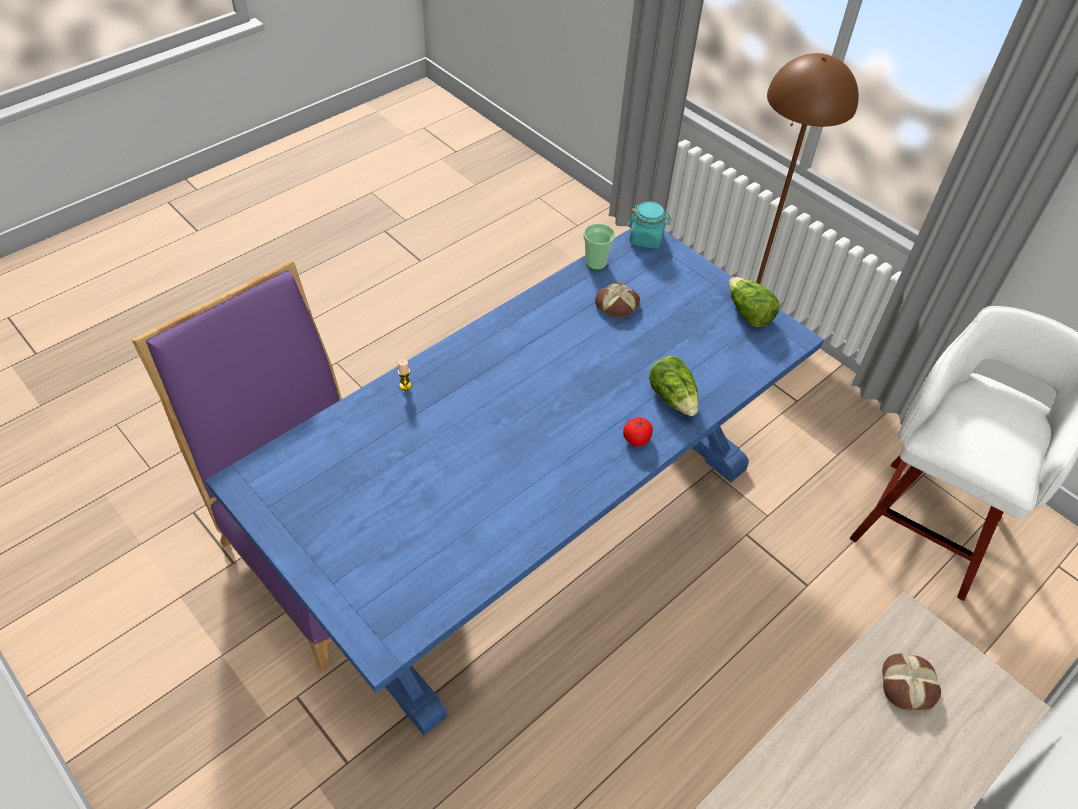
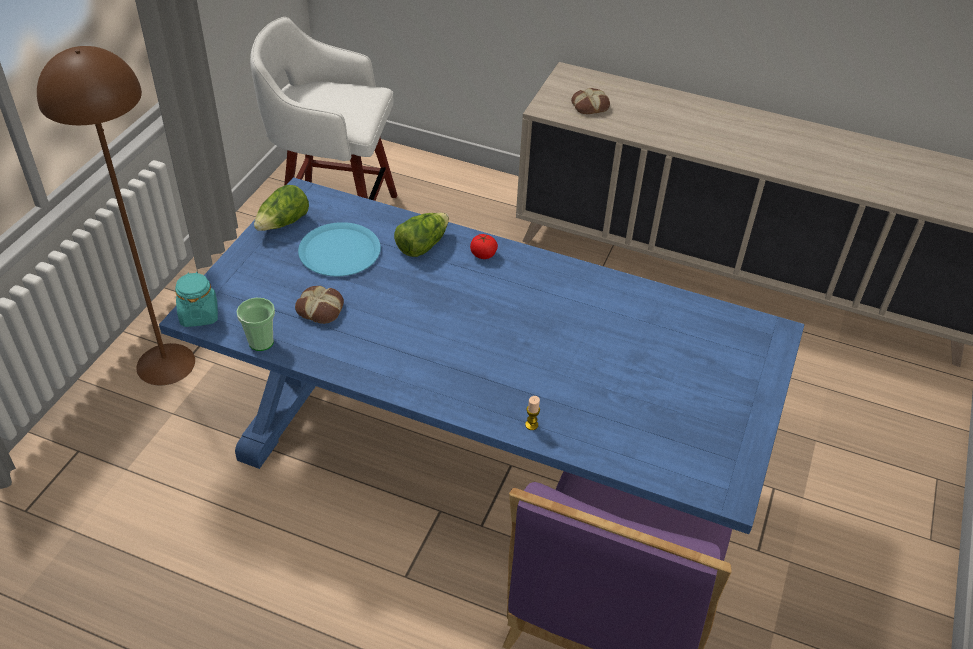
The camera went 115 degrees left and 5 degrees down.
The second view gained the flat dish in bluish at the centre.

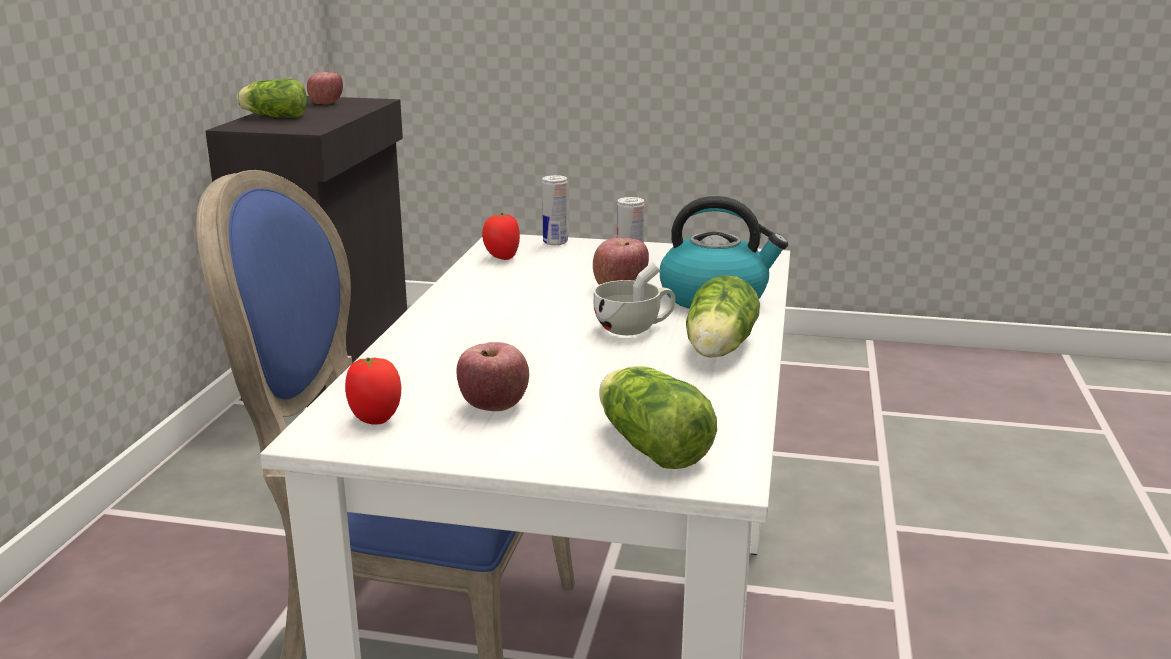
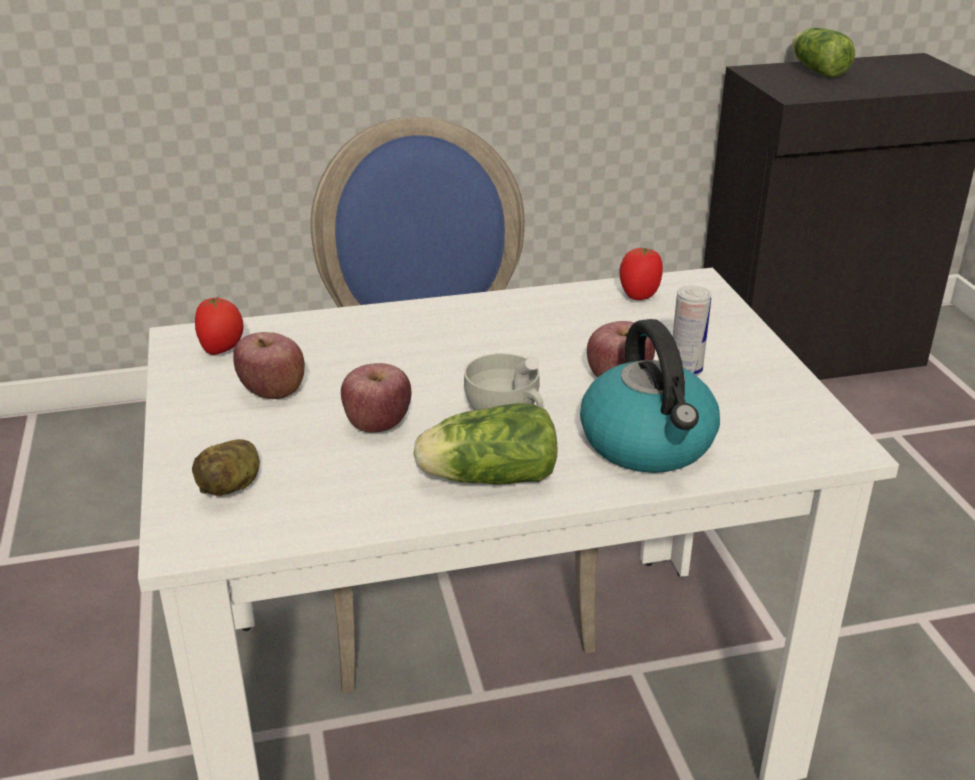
The camera went 65 degrees right and 10 degrees up.
The apple (1st from left in the first image) ended up elsewhere, having gone from the top left to the centre.
The second view lost the metal can (1st from left) at the top centre.
Where the lettuce head (2nd from left) stood at the centre, the spud came to stand at the middle left.

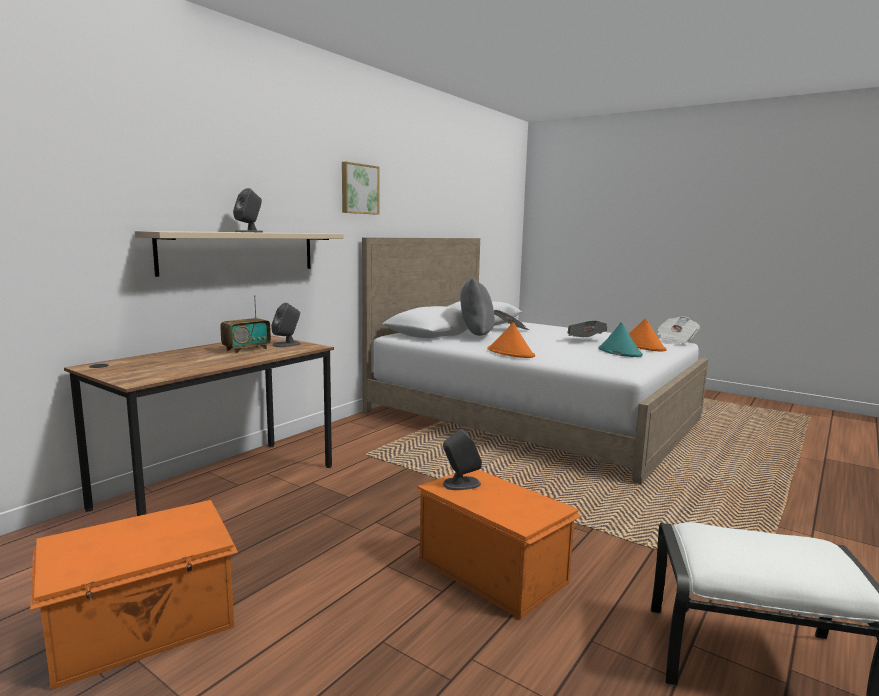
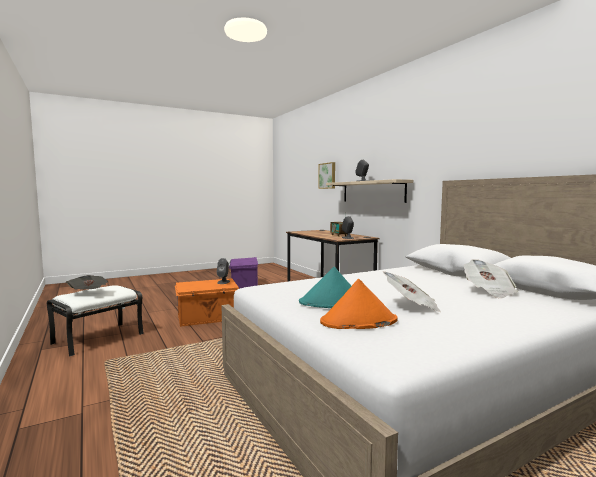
The camera went 115 degrees right and 5 degrees down.
The picture ended up elsewhere, having gone from the top centre to the centre.
The second view lost the cushion in gray at the centre.
The daily paper (3rd from left in the first image) ended up elsewhere, having gone from the middle right to the middle left.
The second view lost the wearable hat in orange-coloured (1st from left) at the centre.
What was the storage bin in orange-coloured (1st from left) at the bottom left turned into the storage bin in purplish at the centre.

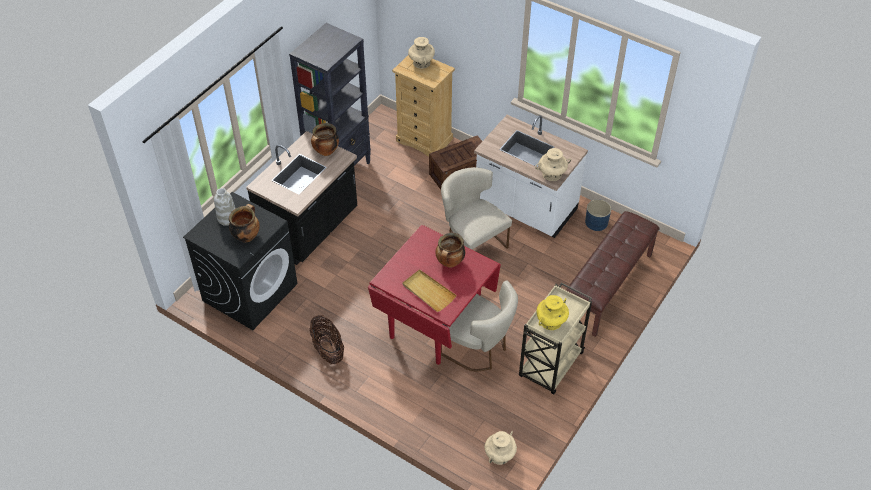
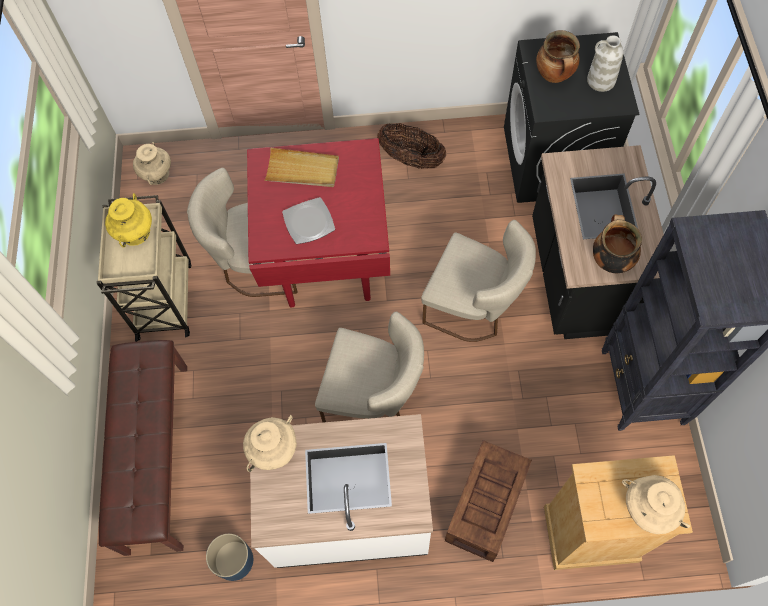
The camera went 145 degrees right and 15 degrees up.
Where the cooking pot (3rd from left) stood at the centre, the flat dish came to stand at the centre.
The second view gained the upright chair in sand-coloured (3rd from left) at the centre.

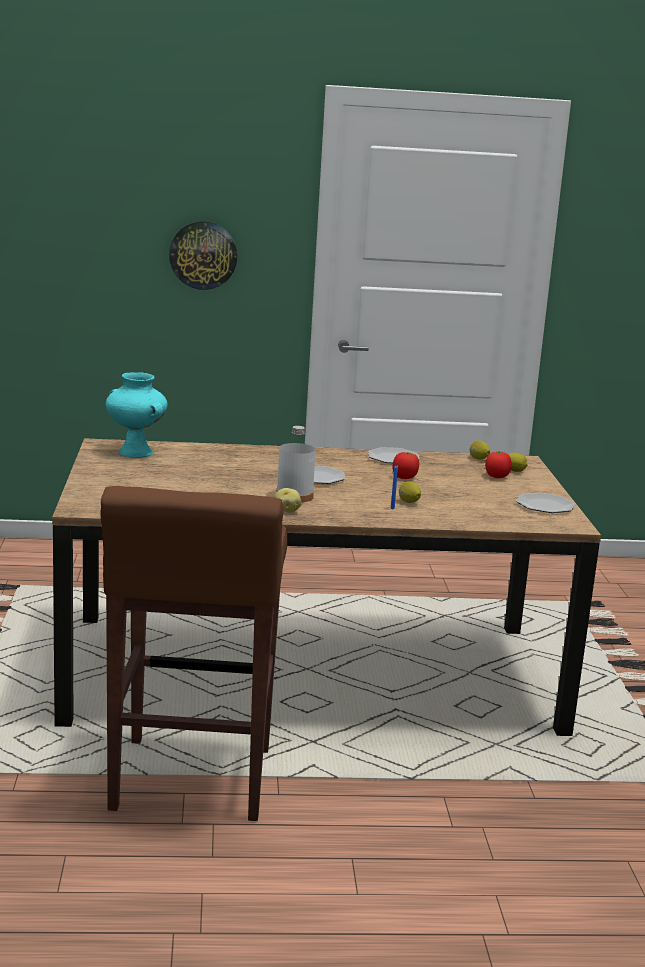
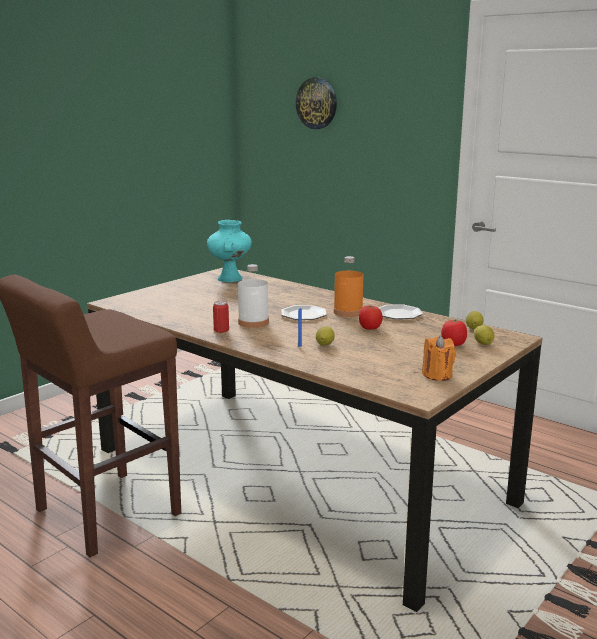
The camera went 45 degrees right and 0 degrees up.
The clock on the wall ended up elsewhere, having gone from the top left to the top centre.
Where the spud stood at the centre, the metal can came to stand at the centre.
Where the flat dish (3rd from left) stood at the middle right, the candle in orange-coloured came to stand at the middle right.
The second view gained the beverage bottle in orange-coloured at the centre.

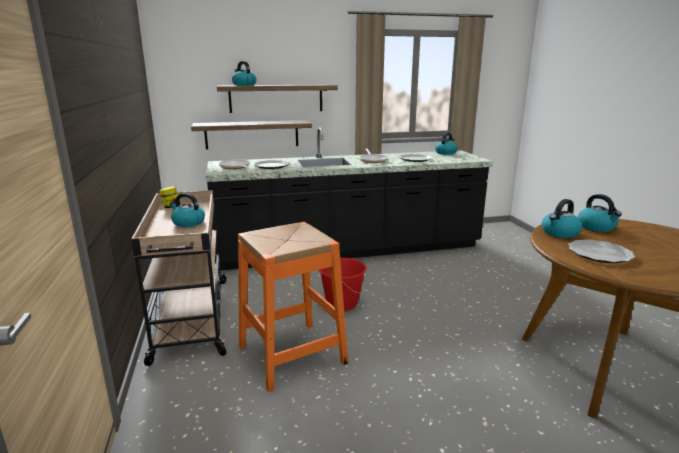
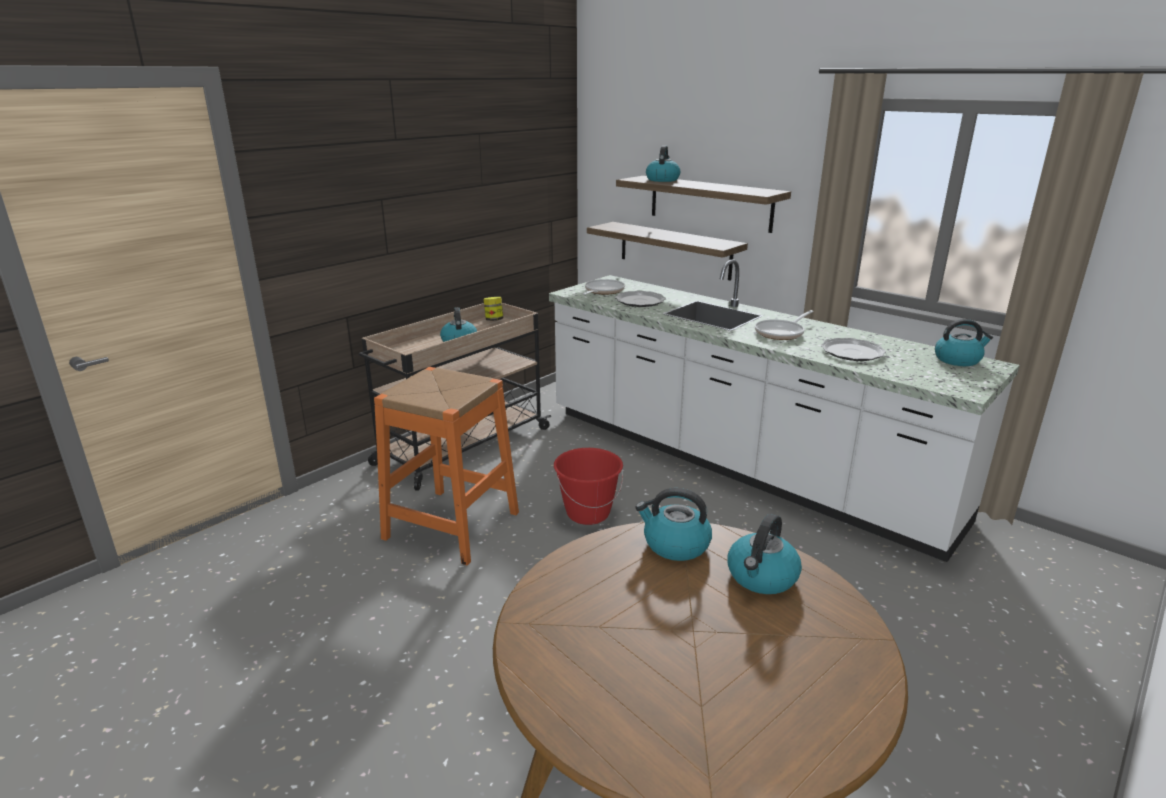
The camera went 55 degrees right and 5 degrees up.
What was the counter in black at the centre turned into the counter in whitish at the middle right.
The second view lost the flat dish (3rd from left) at the middle right.

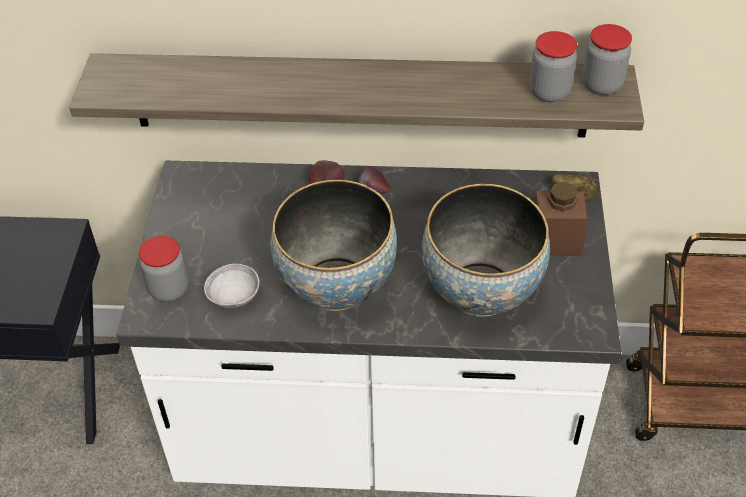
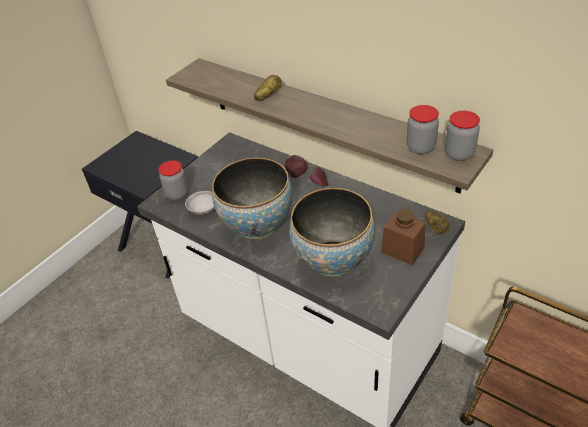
The camera went 35 degrees right and 5 degrees down.
The second view gained the spud (1st from left) at the top centre.

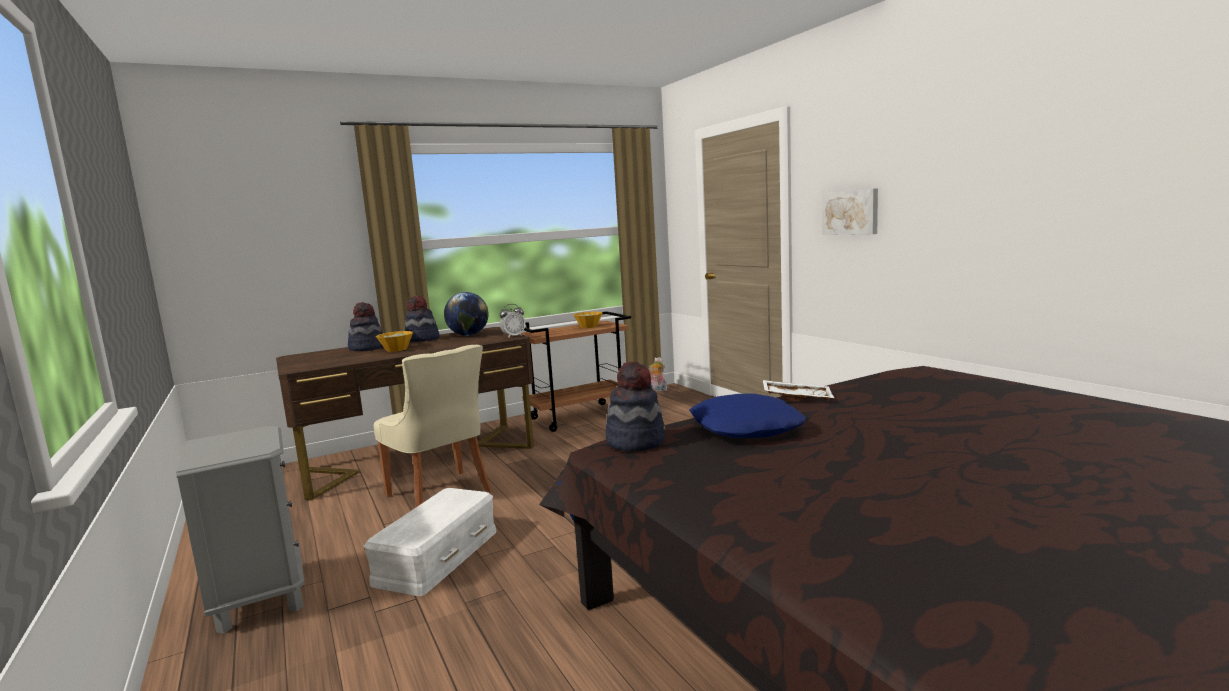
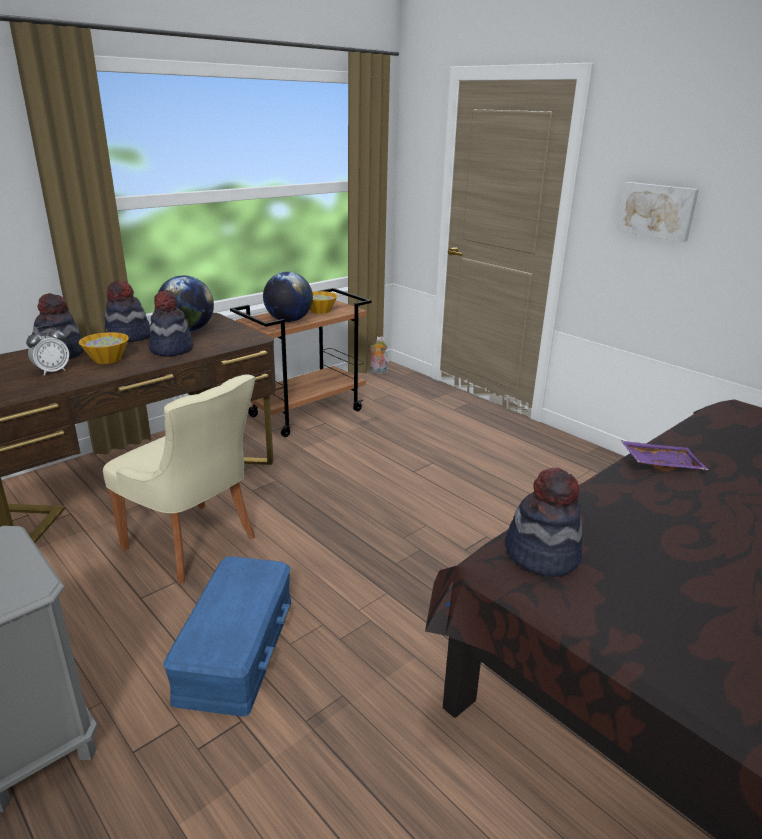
The camera went 15 degrees left and 15 degrees up.
The bedside clock ended up elsewhere, having gone from the centre to the middle left.
What was the carrying tray in whitish at the centre turned into the carrying tray in purplish at the middle right.
The second view lost the cushion in bluish at the centre.
What was the storage bin in whitish at the bottom centre turned into the storage bin in bluish at the bottom left.
The second view gained the globe (2nd from left) at the centre.
The second view gained the wearable hat (3rd from left) at the middle left.

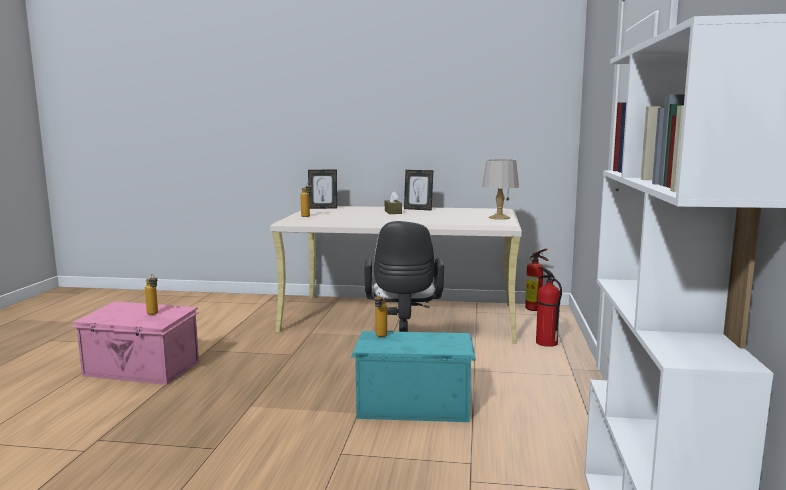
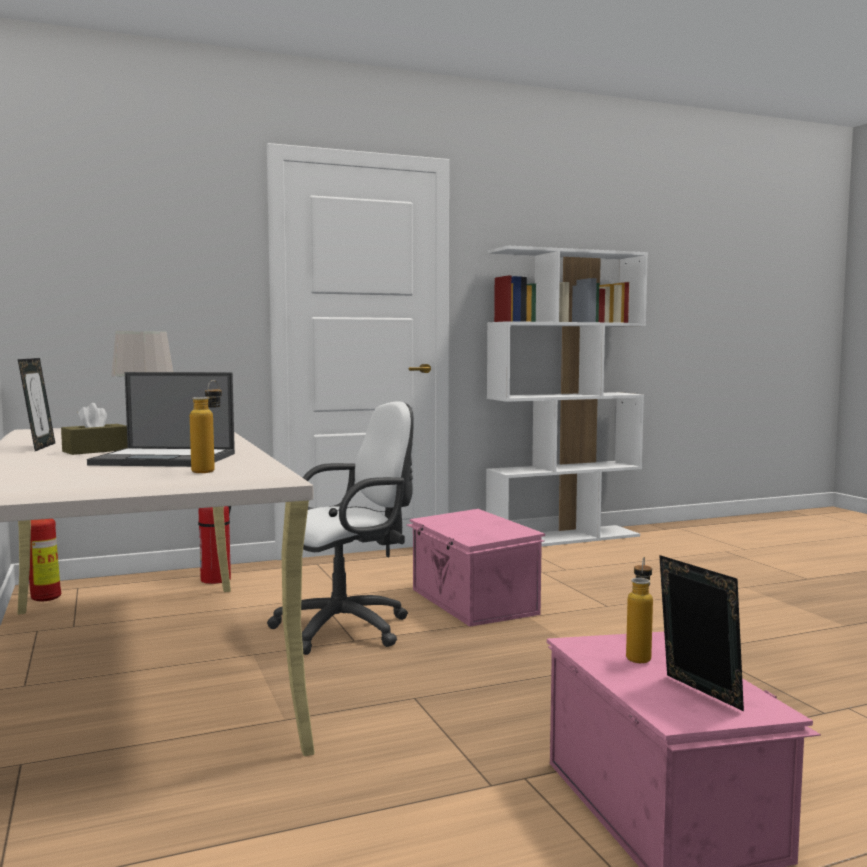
The camera went 120 degrees left and 5 degrees down.
The photo frame (1st from left in the first image) ended up elsewhere, having gone from the centre to the bottom right.
The second view lost the beverage bottle (3rd from left) at the centre.
What was the storage bin in turquoise-coloured at the bottom centre turned into the storage bin in pinkish (1st from left) at the centre.
The second view gained the notebook computer at the middle left.

